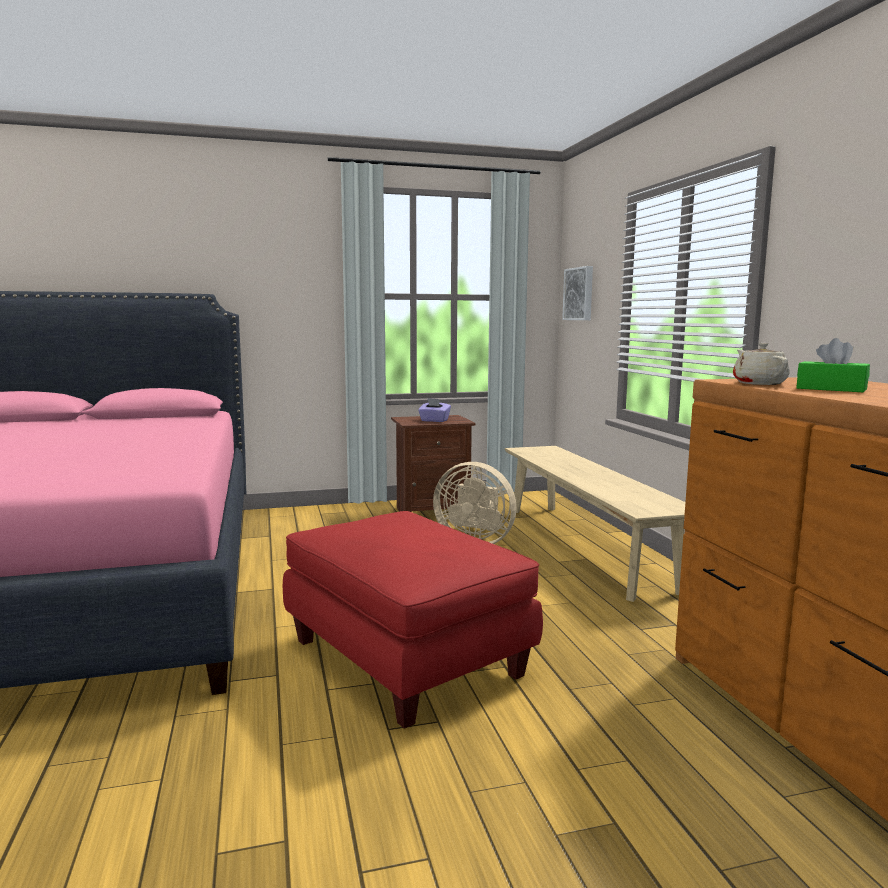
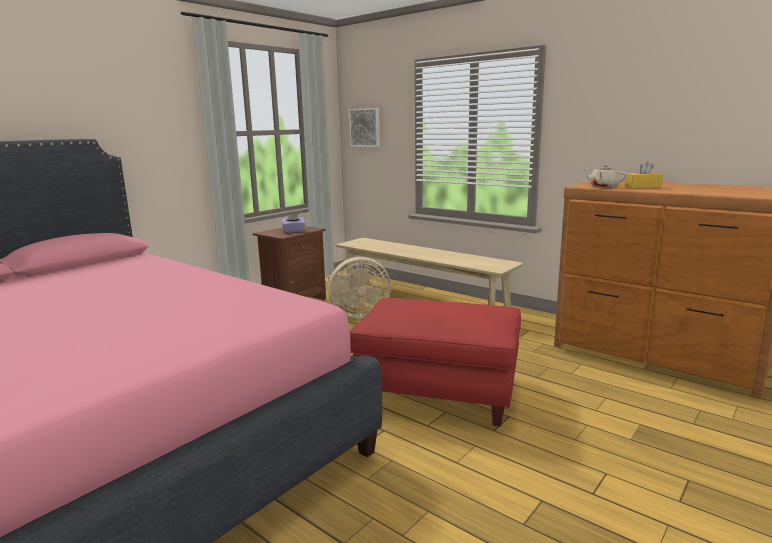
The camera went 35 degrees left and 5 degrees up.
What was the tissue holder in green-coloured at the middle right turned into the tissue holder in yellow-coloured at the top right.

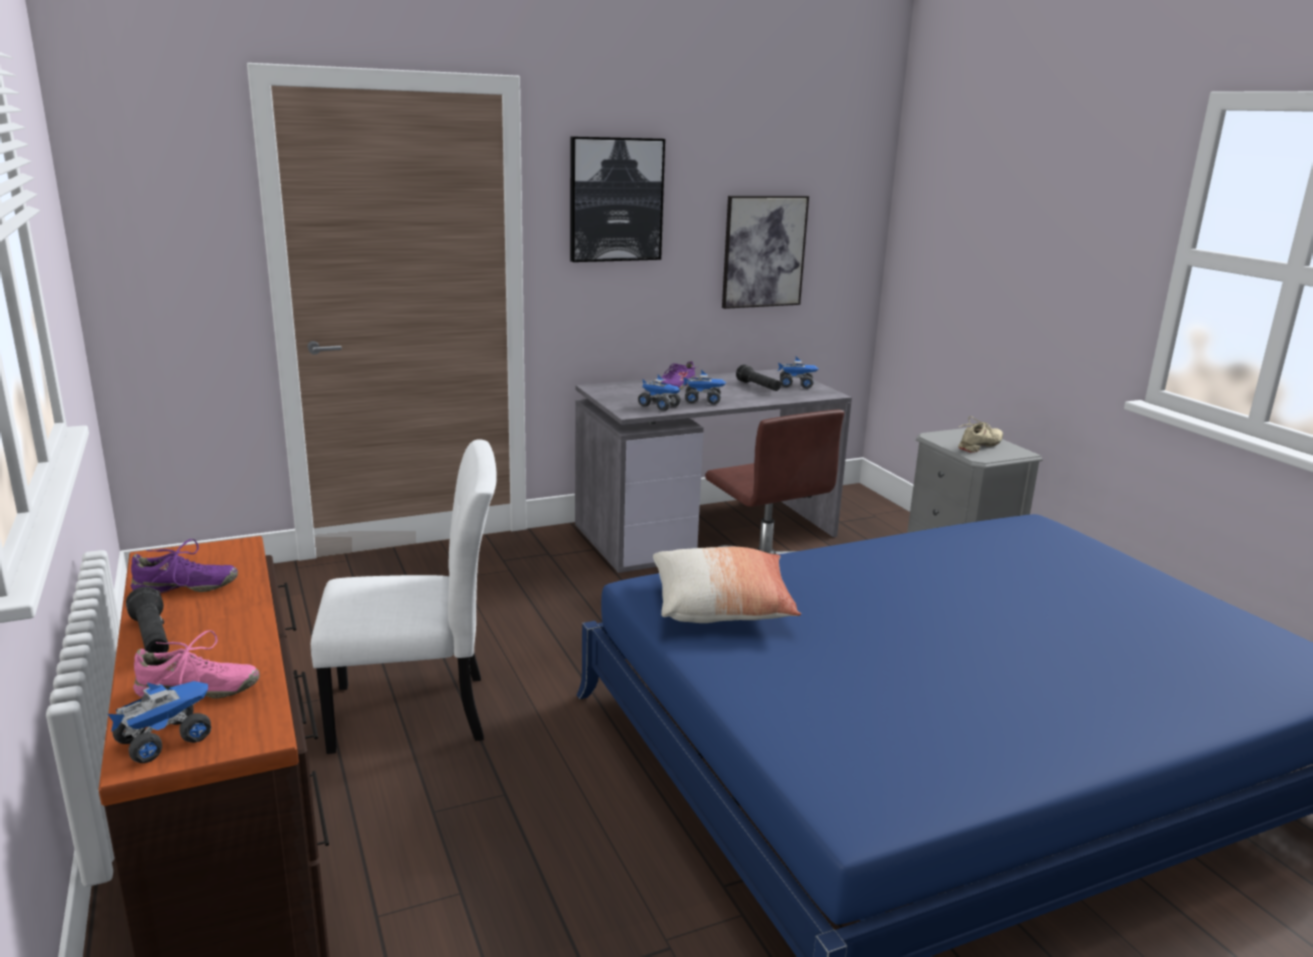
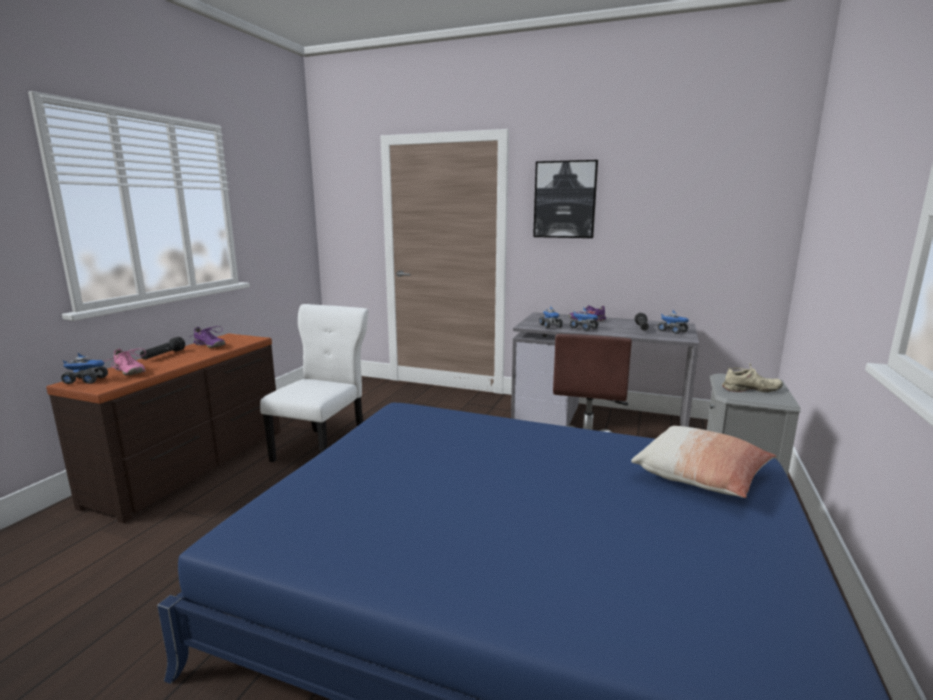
The camera went 45 degrees right and 5 degrees down.
The second view lost the picture (2nd from left) at the top centre.
The upright chair in whitish at the middle left ended up facing another way, 105 degrees counterclockwise from before.
The cushion ended up elsewhere, having gone from the centre to the middle right.

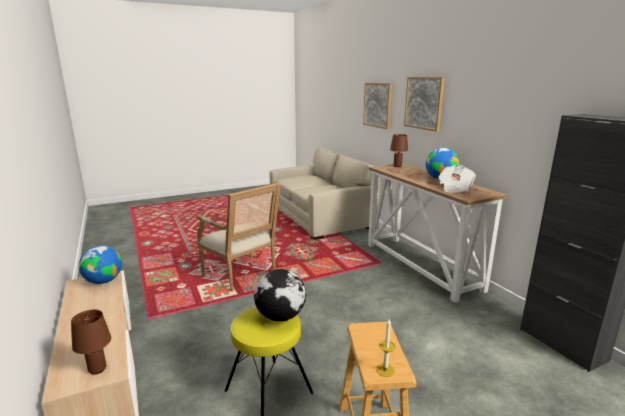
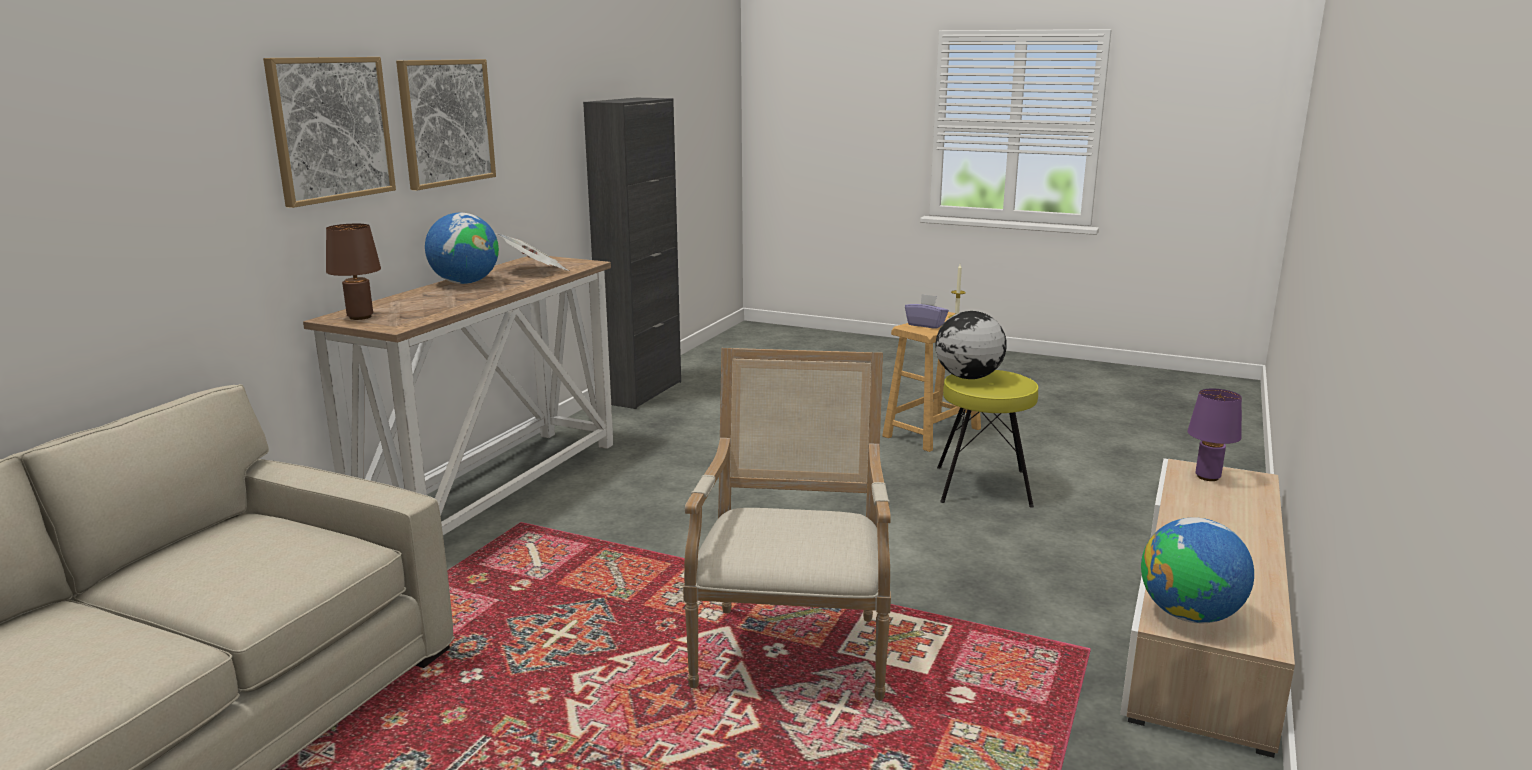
The camera went 130 degrees left and 0 degrees up.
The picture (1st from left in the first image) ended up elsewhere, having gone from the top centre to the top left.
What was the tabletop lamp in brownish (1st from left) at the bottom left turned into the tabletop lamp in purplish at the middle right.
The second view gained the tissue holder in purplish at the centre.

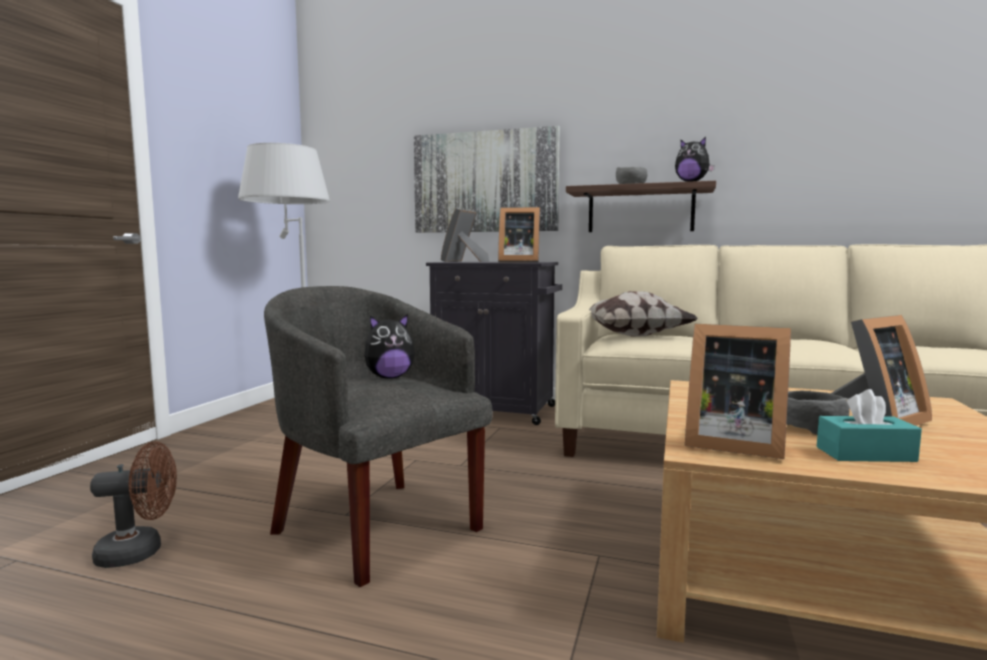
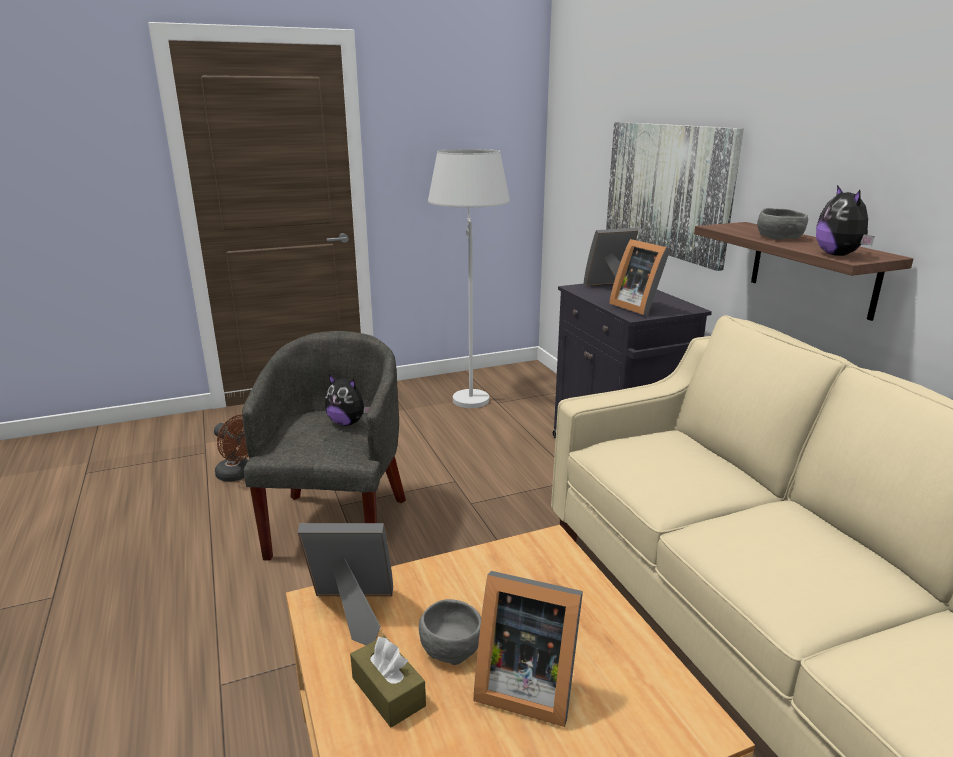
The camera went 50 degrees right and 15 degrees up.
The second view lost the cushion at the centre.
The photo frame (3rd from left in the first image) at the middle right ended up facing another way, 105 degrees clockwise from before.
What was the tissue holder in turquoise-coloured at the middle right turned into the tissue holder in brownish at the bottom centre.

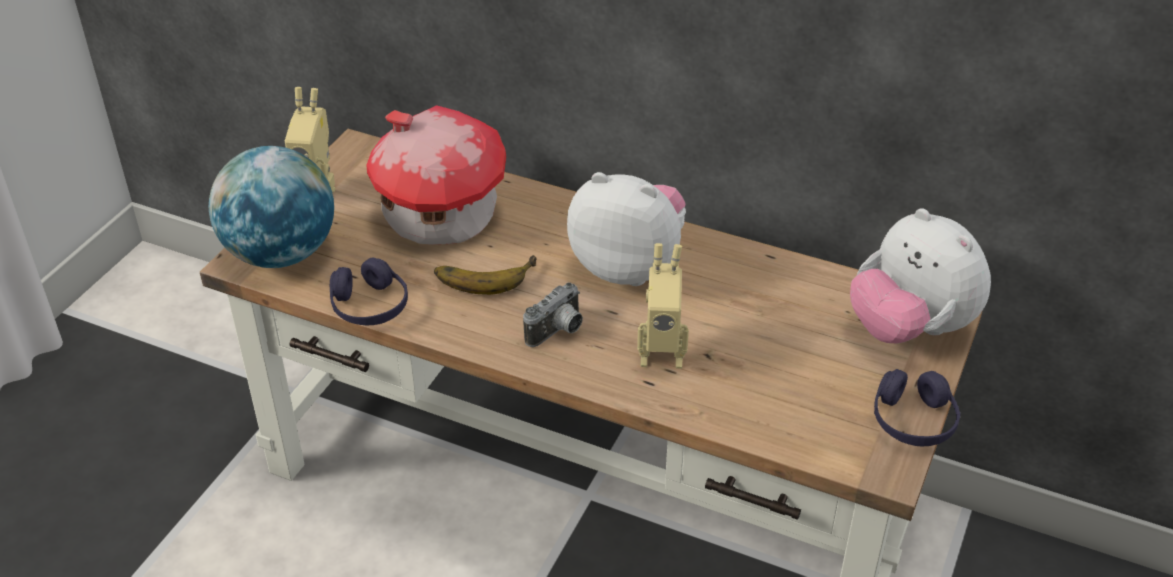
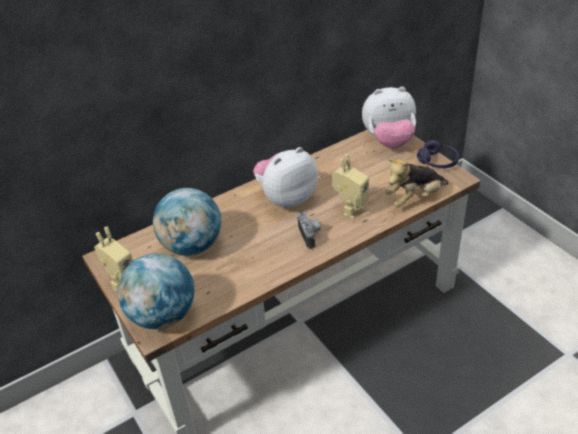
The camera went 55 degrees left and 0 degrees up.
Where the toy house stood at the top centre, the globe (2nd from left) came to stand at the middle left.
The second view lost the banana at the centre.
The second view lost the headset in purplish (1st from left) at the middle left.
The second view gained the plush toy (3rd from left) at the middle right.

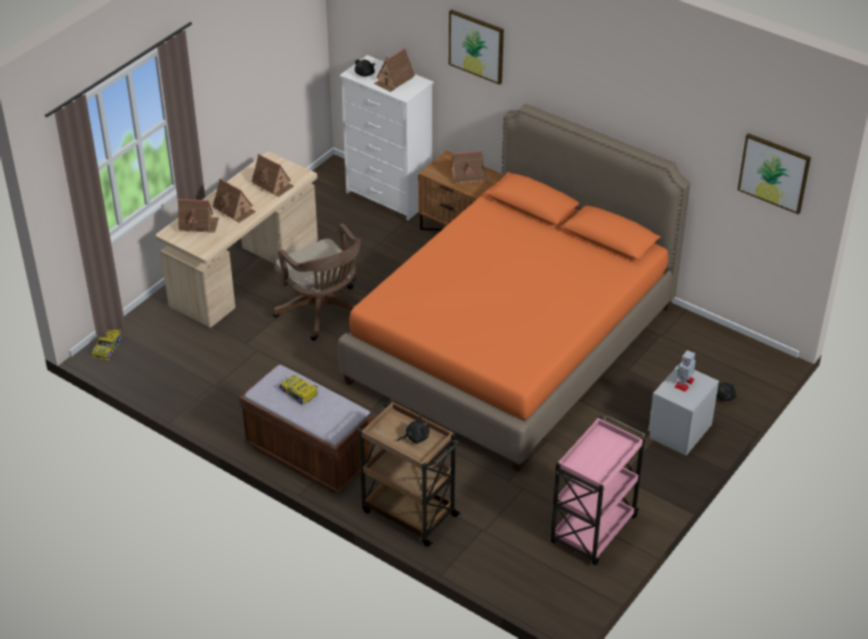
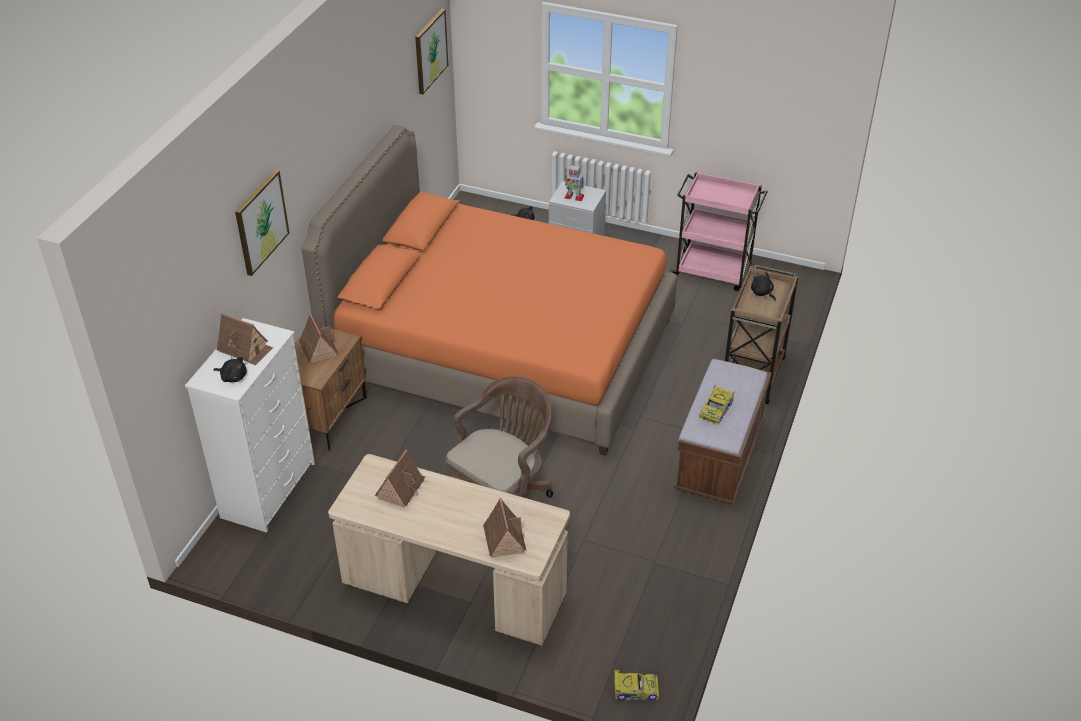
The camera went 105 degrees left and 0 degrees up.
The second view lost the toy house (2nd from left) at the top left.

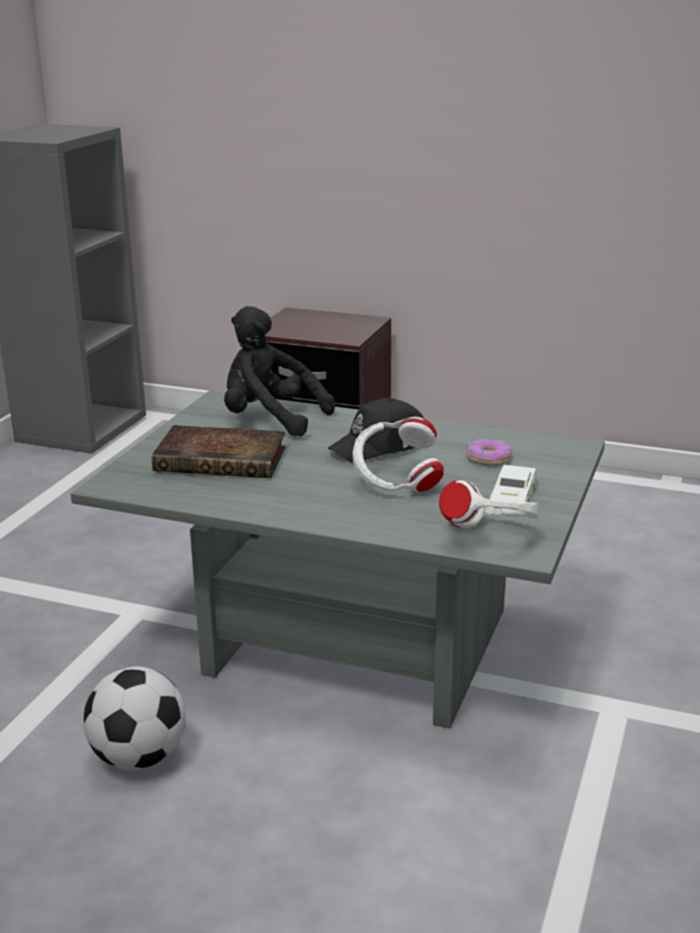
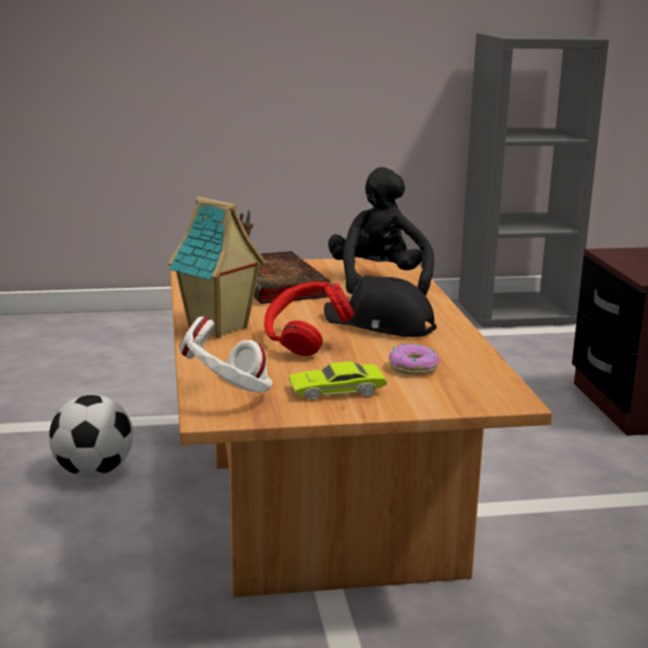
The camera went 60 degrees right and 5 degrees down.
What was the low table in gray at the centre turned into the low table in brownish at the centre.
What was the headset in whitish (1st from left) at the centre turned into the headset in red at the centre.
What was the toy car in whitish at the middle right turned into the toy car in green-coloured at the centre.
The second view gained the toy house at the centre.

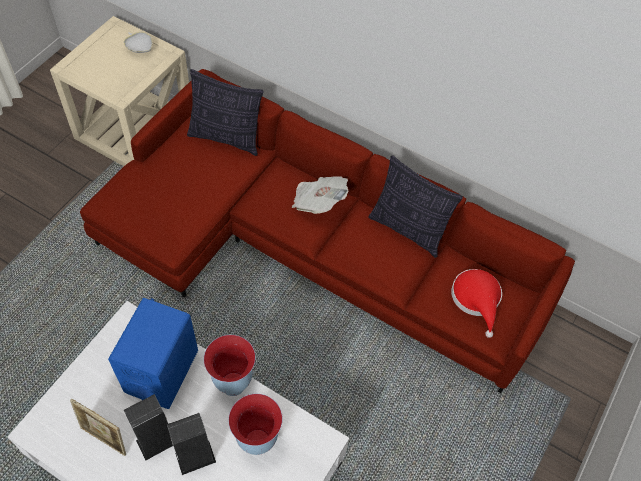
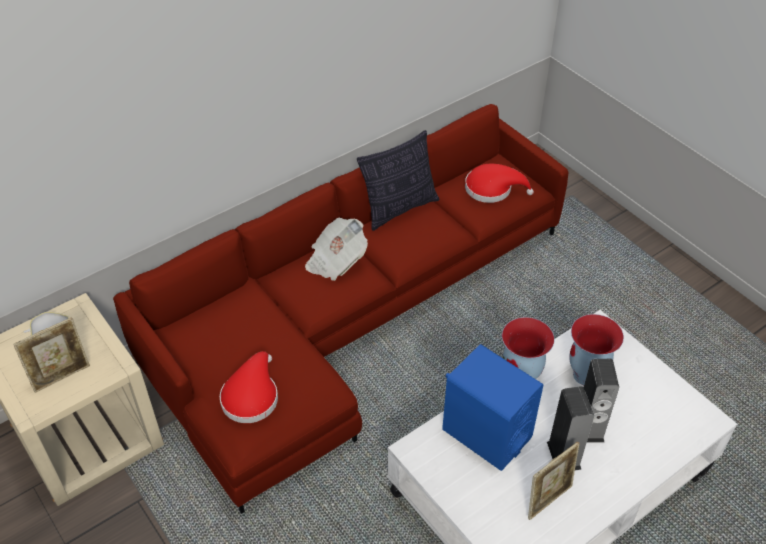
The camera went 65 degrees left and 10 degrees down.
The second view lost the cushion (1st from left) at the top centre.
The second view gained the photo frame (1st from left) at the middle left.
The second view gained the wearable hat in red (1st from left) at the bottom left.

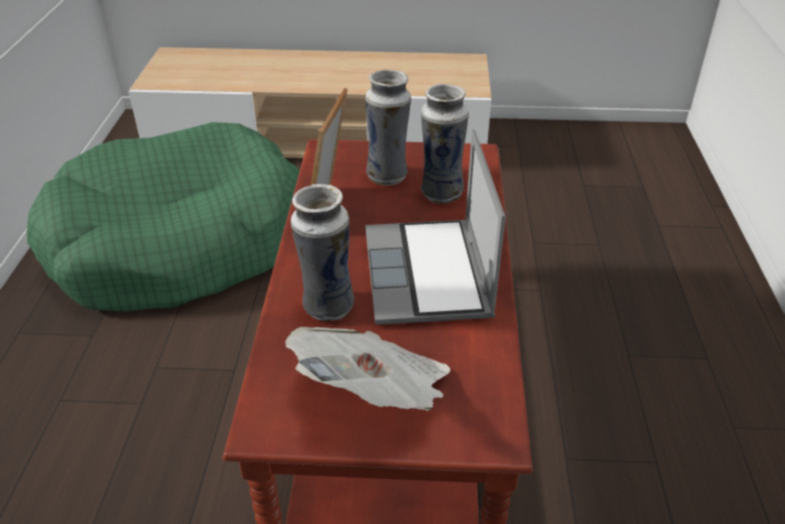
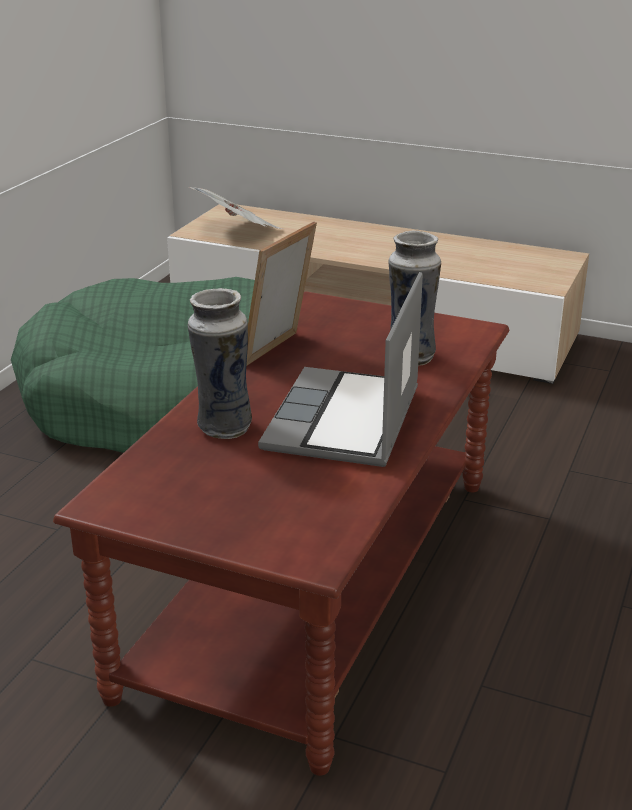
The camera went 20 degrees right and 10 degrees down.
The second view lost the flower vase (2nd from left) at the top centre.
The daily paper ended up elsewhere, having gone from the bottom centre to the top centre.

